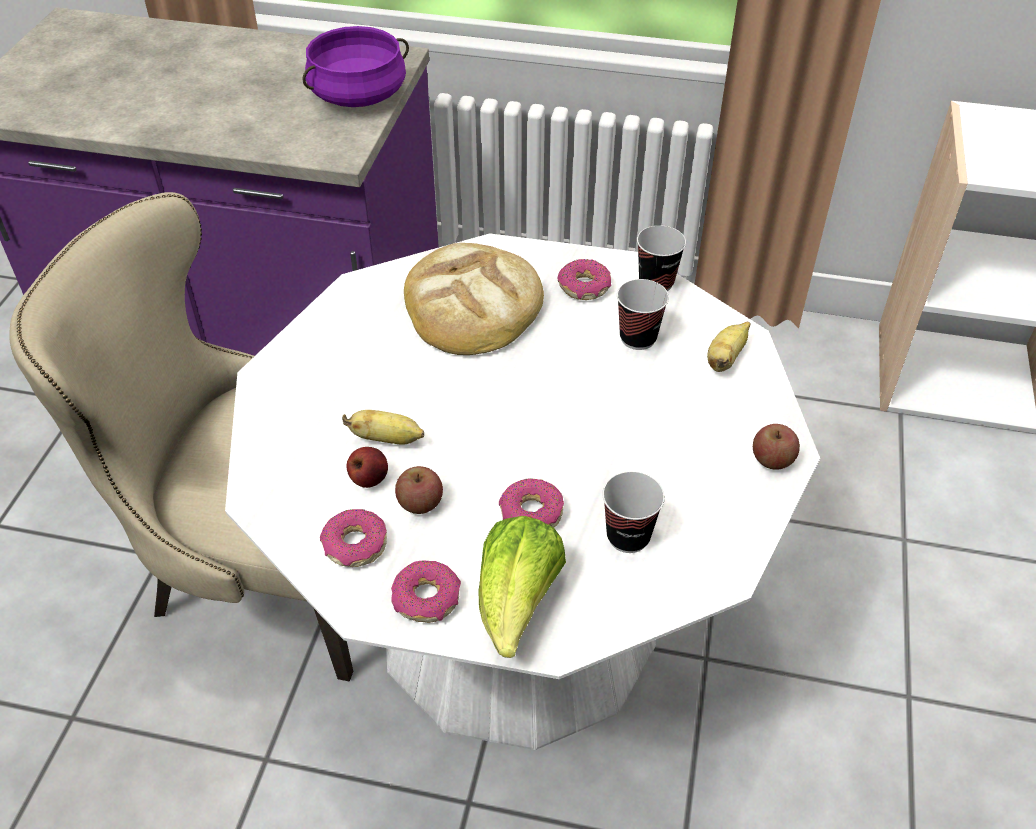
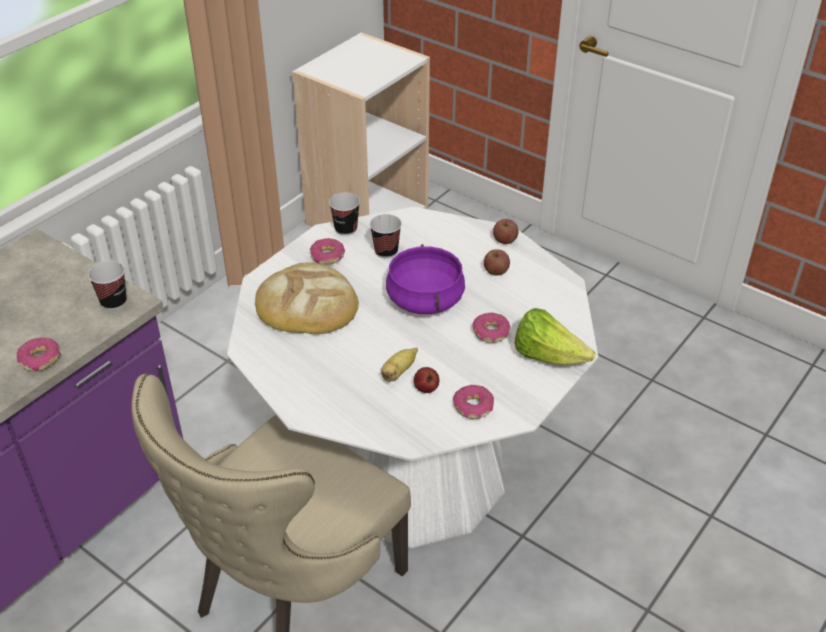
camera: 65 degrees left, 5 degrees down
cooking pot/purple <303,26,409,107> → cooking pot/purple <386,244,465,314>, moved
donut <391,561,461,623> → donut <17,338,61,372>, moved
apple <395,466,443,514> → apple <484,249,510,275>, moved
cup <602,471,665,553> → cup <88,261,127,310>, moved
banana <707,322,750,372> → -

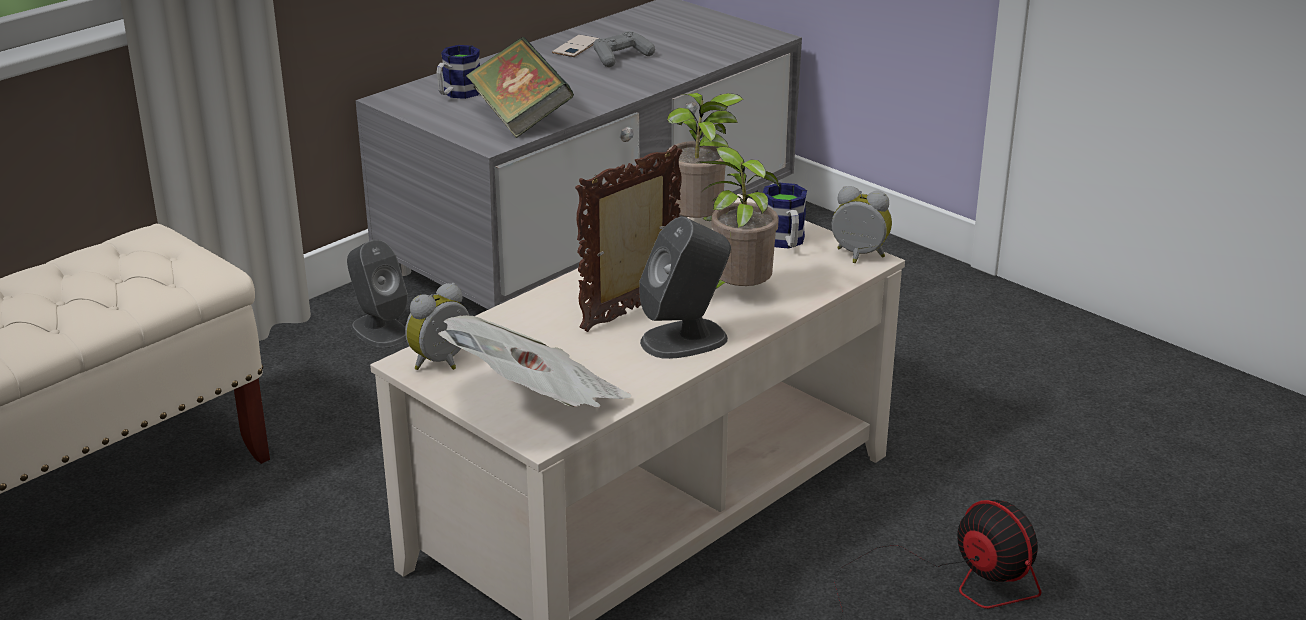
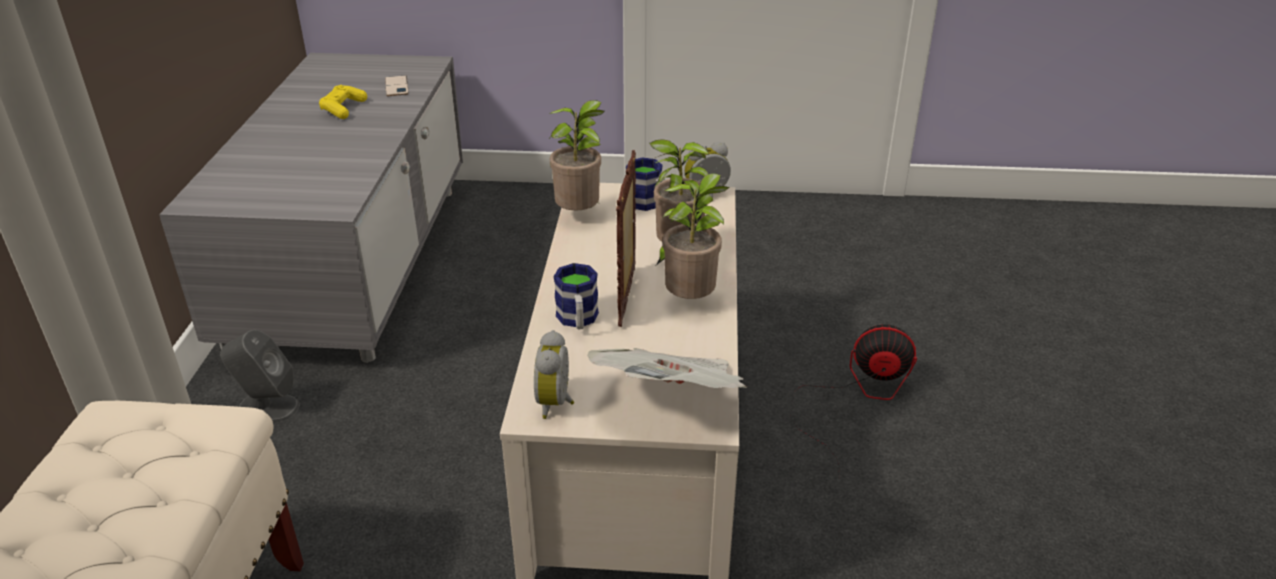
camera: 40 degrees left, 5 degrees up
mug <436,45,480,99> → mug <553,263,599,329>, moved
book <466,37,574,138> → -
phone <552,35,601,57> → phone <385,75,409,96>, moved
game controller/grey <593,31,655,67> → game controller/yellow <319,85,367,119>
speaker/grey <639,217,731,359> → potted plant <663,173,729,299>

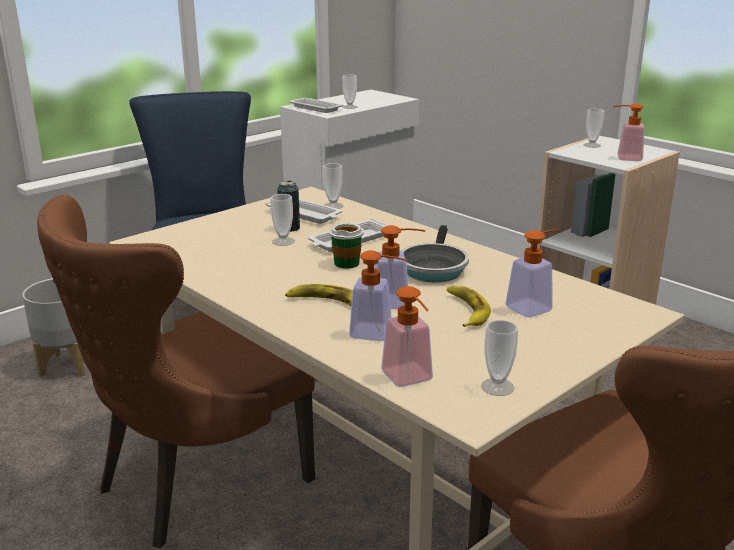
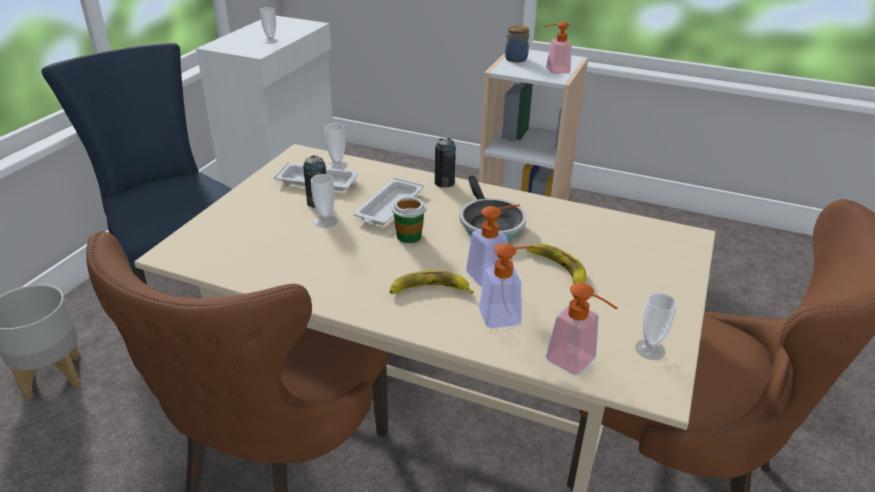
camera: 25 degrees left, 10 degrees up
tray/white <289,98,344,113> → -
soap dispenser <505,229,560,318> → -
cup <583,109,604,148> → jar <505,26,529,62>
- → can <435,138,456,188>

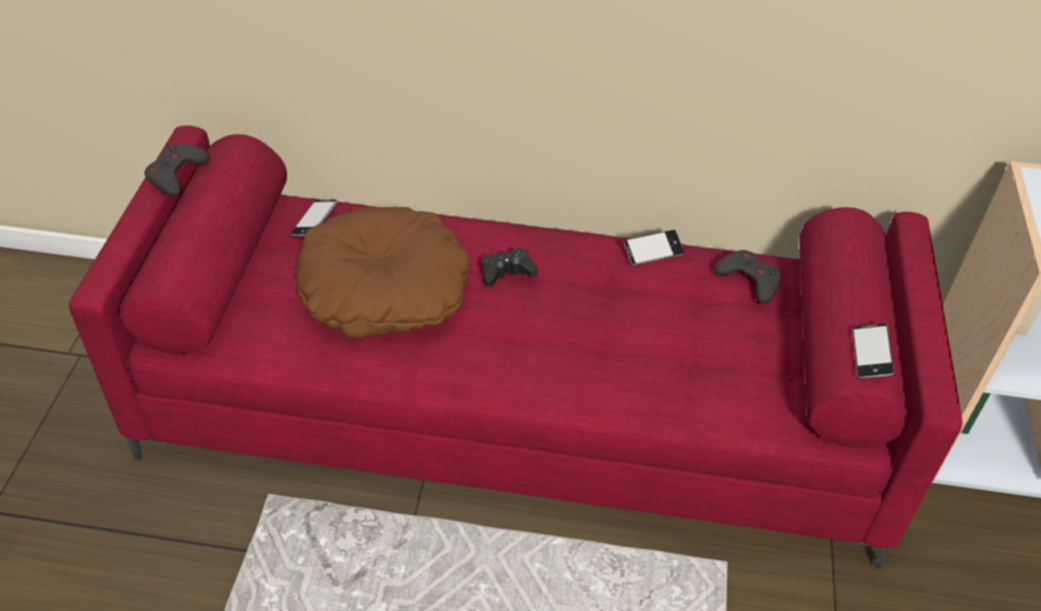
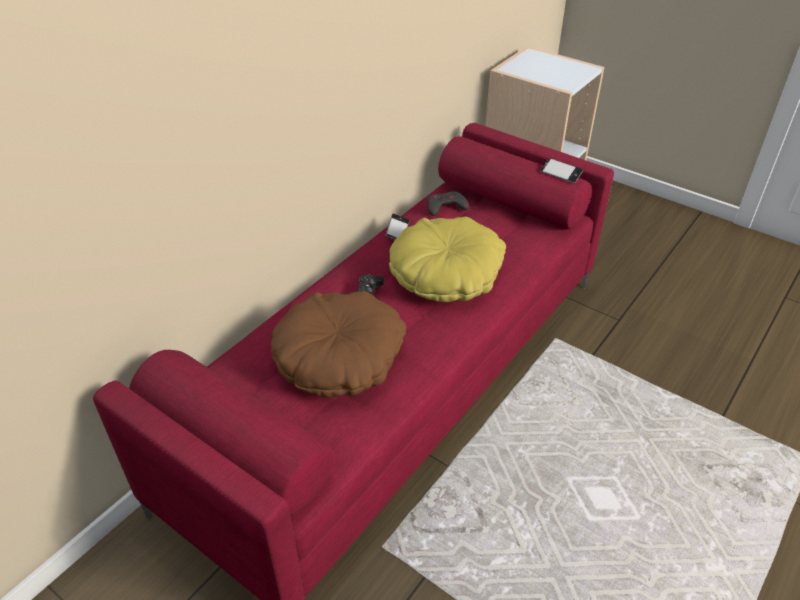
camera: 60 degrees left, 5 degrees down
game controller/grey <144,144,210,197> → -
phone <290,199,338,236> → -
- → pillow/yellow <389,217,506,302>

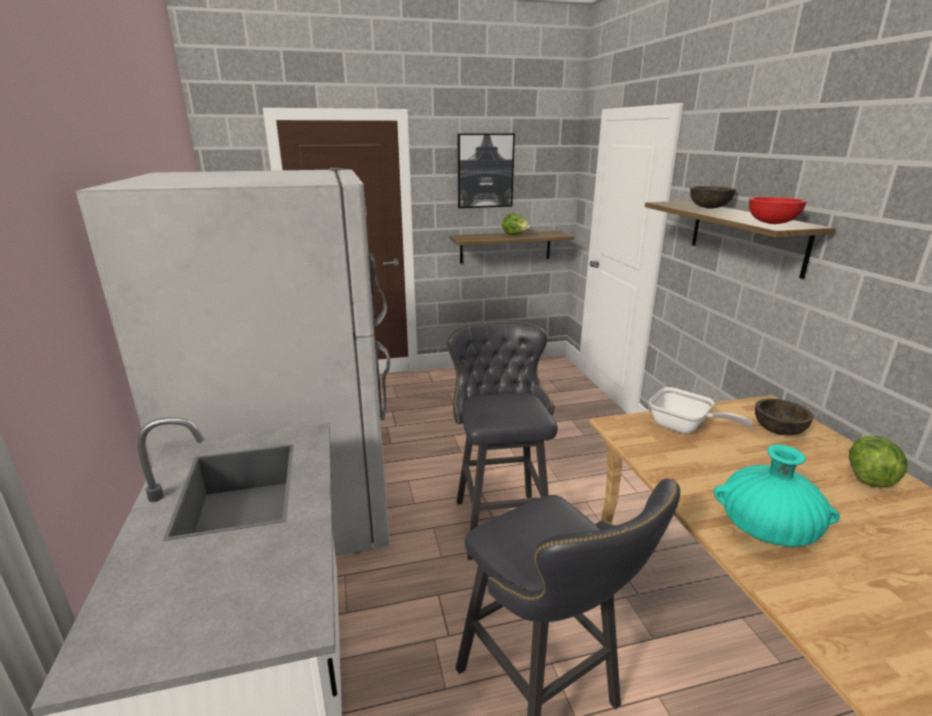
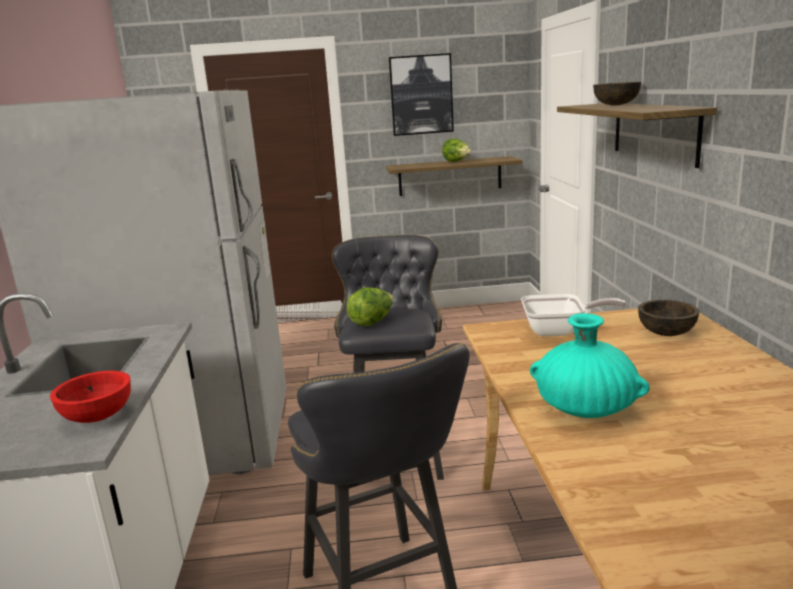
camera: 10 degrees right, 5 degrees down
frying pan <649,387,753,434> → frying pan <521,294,626,336>, 45 degrees counterclockwise
bowl/red <749,197,807,224> → bowl/red <50,371,131,423>, moved
lettuce <849,435,908,488> → lettuce <346,287,393,326>, moved

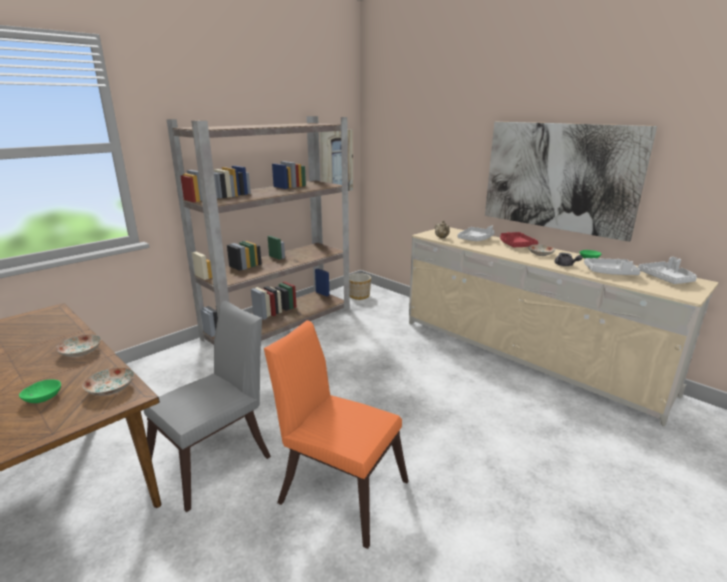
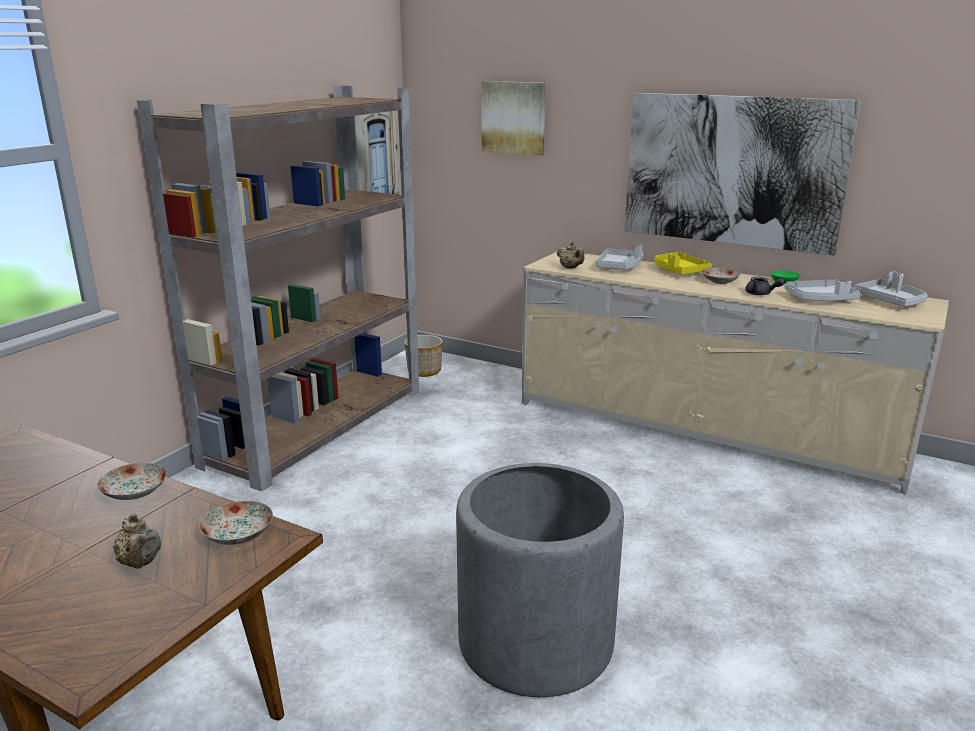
camera: 15 degrees left, 0 degrees up
bowl/green <19,379,61,403> → teapot/beige <113,513,161,569>
chair/grey <144,301,271,512> → -
chair/orange <264,320,408,549> → planter/grey <456,463,624,697>
tray/red <500,232,538,247> → tray/yellow <654,252,712,275>
- → picture <481,81,546,156>

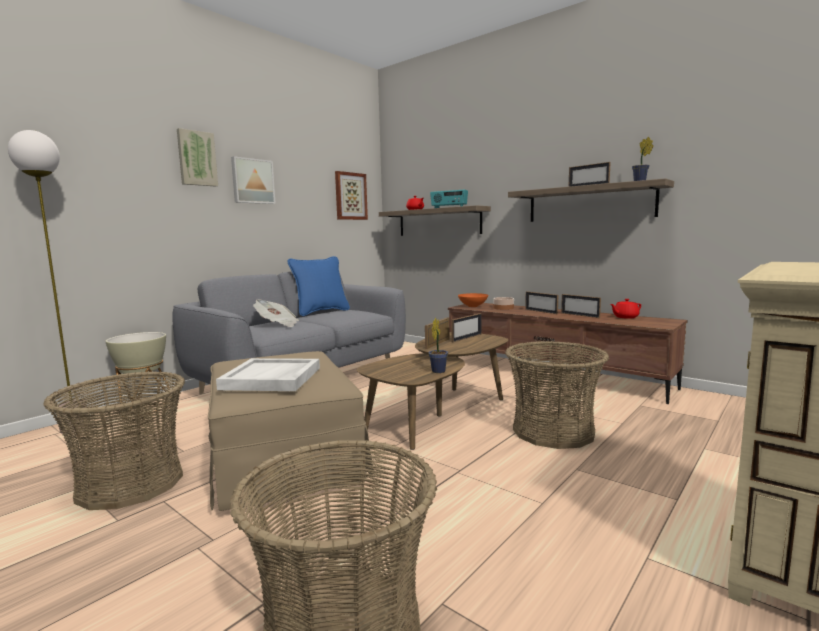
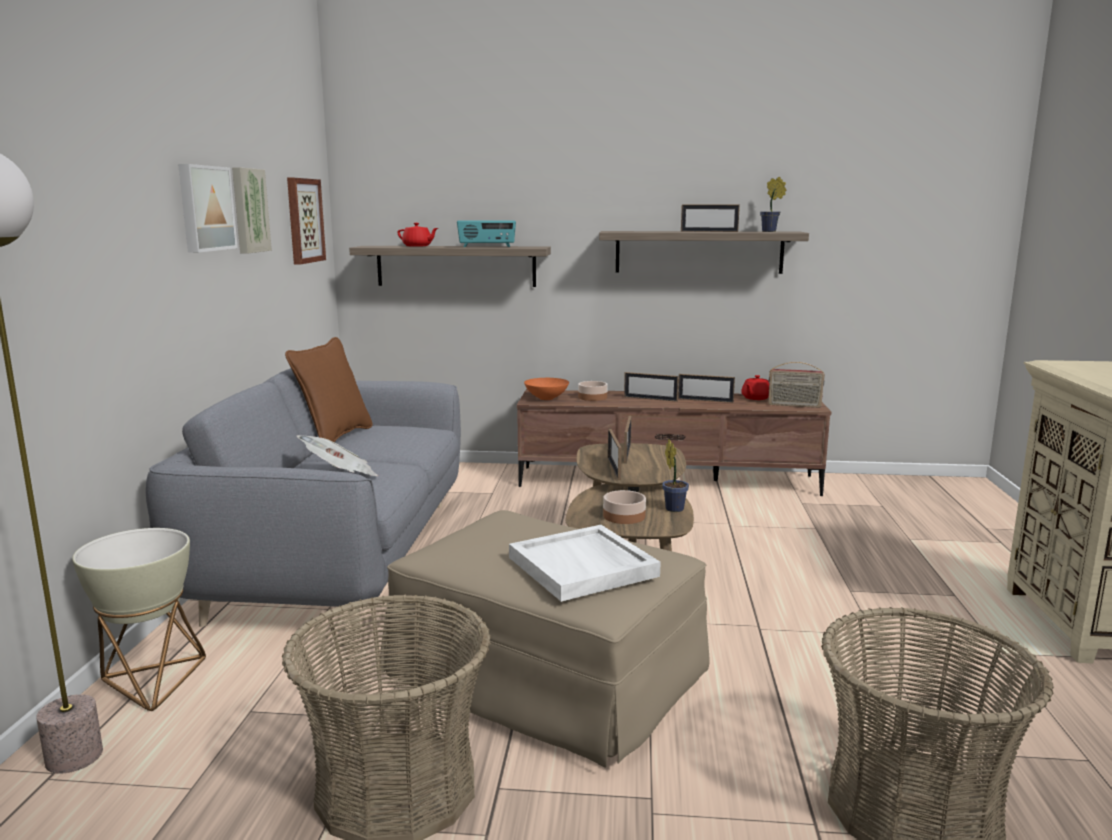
camera: 35 degrees left, 5 degrees up
picture <177,128,218,186> → picture <232,167,272,254>, moved
pillow/blue <287,256,350,316> → pillow/brown <285,337,372,442>
basket <505,341,609,449> → -
- → bowl <603,490,646,524>
- → radio <768,362,825,408>

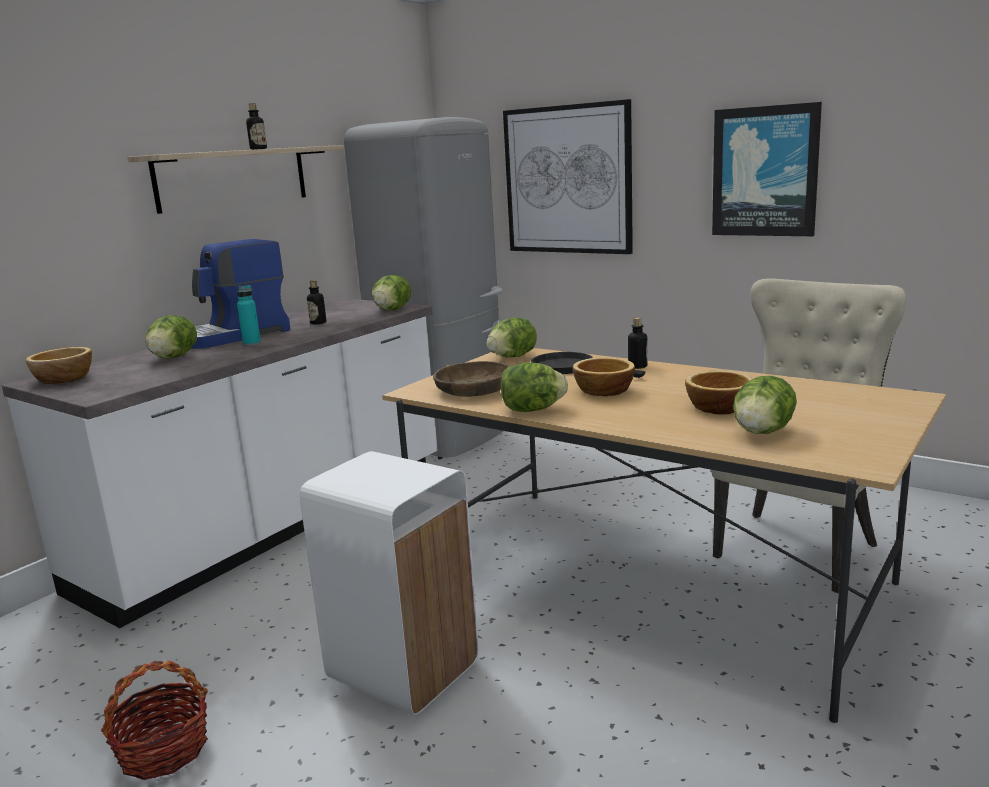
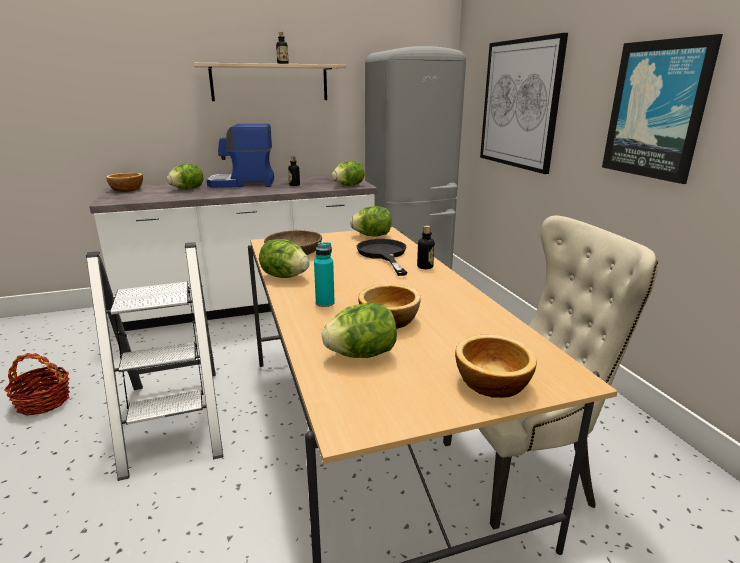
camera: 35 degrees right, 5 degrees up
bottle/turquoise <237,285,261,346> → bottle/turquoise <314,242,335,307>, moved
trash can/white <300,451,479,715> → step ladder/grey <86,242,223,481>
bowl <573,357,635,396> → bowl <455,335,537,398>, moved

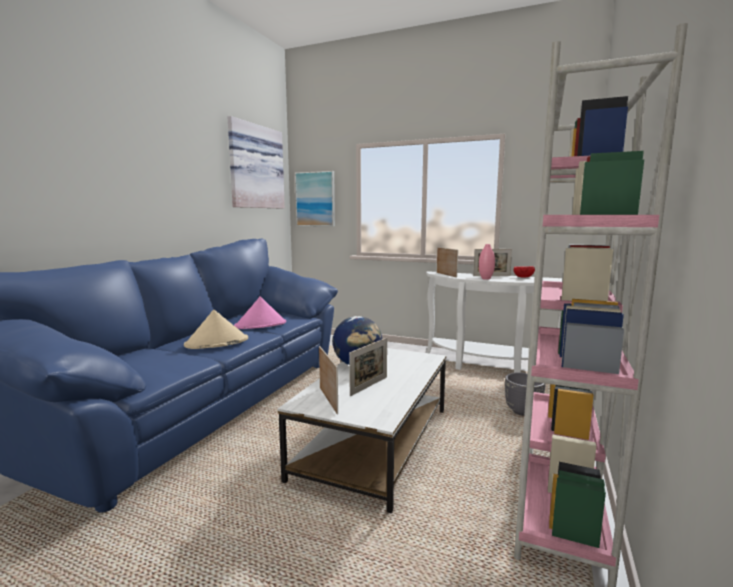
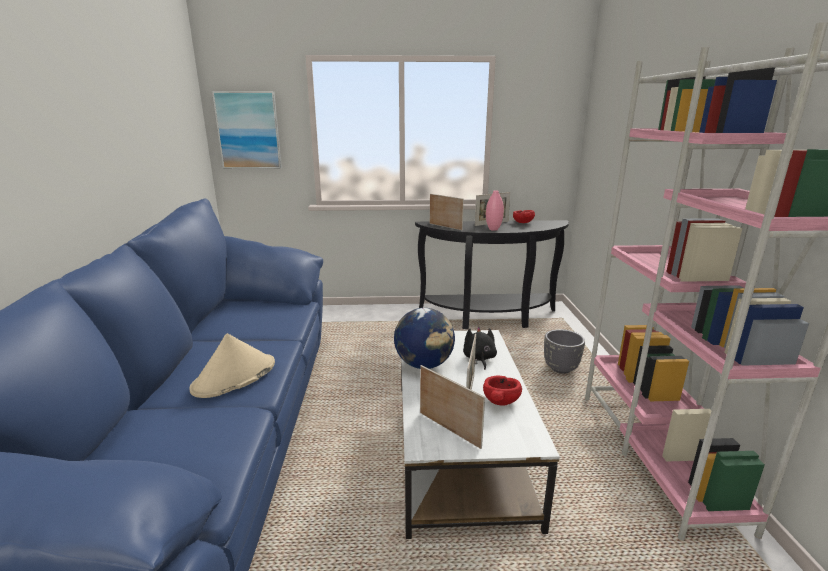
camera: 25 degrees left, 10 degrees up
picture <228,116,285,209> → -
hat/pink <234,296,286,329> → -
console table/white <427,271,563,373> → console table/black <415,220,569,329>
- → plush toy/black <463,327,497,370>
- → bowl/red <483,376,522,406>

